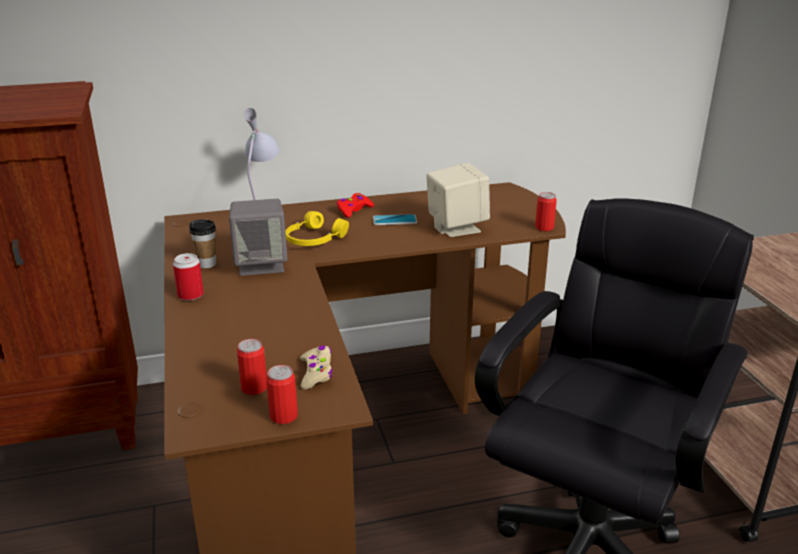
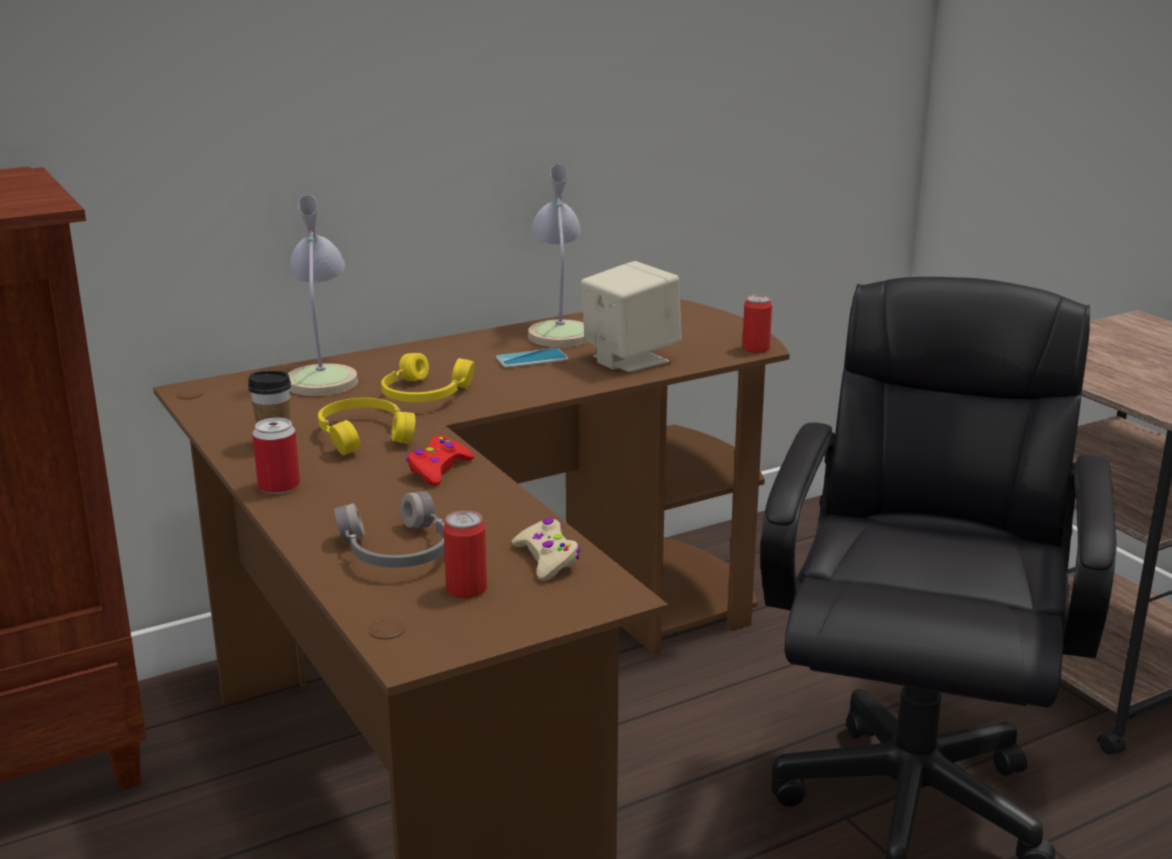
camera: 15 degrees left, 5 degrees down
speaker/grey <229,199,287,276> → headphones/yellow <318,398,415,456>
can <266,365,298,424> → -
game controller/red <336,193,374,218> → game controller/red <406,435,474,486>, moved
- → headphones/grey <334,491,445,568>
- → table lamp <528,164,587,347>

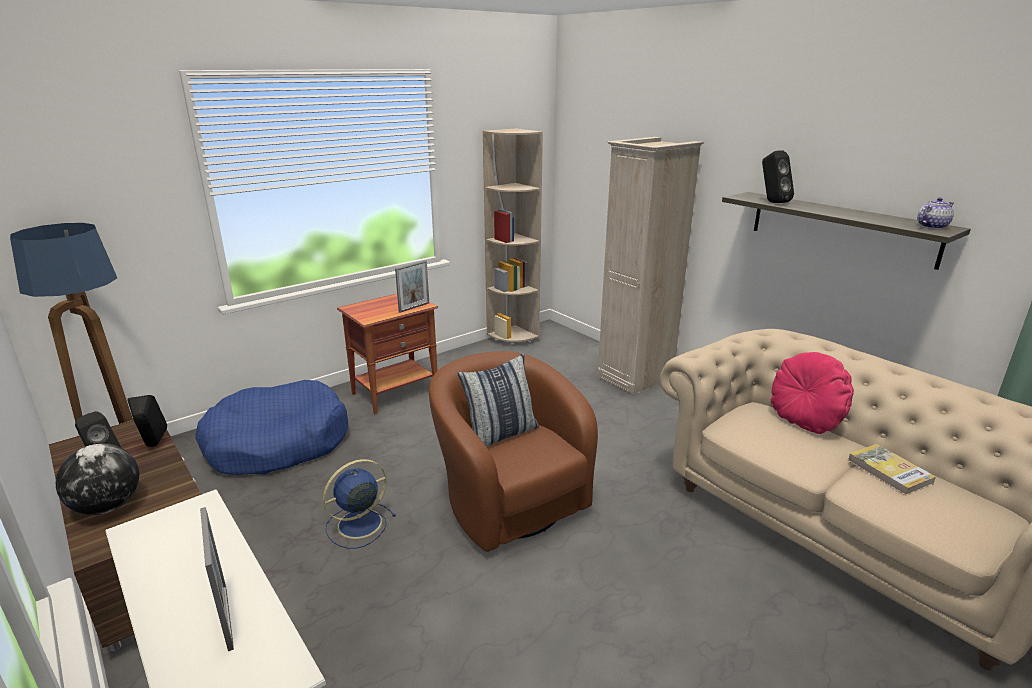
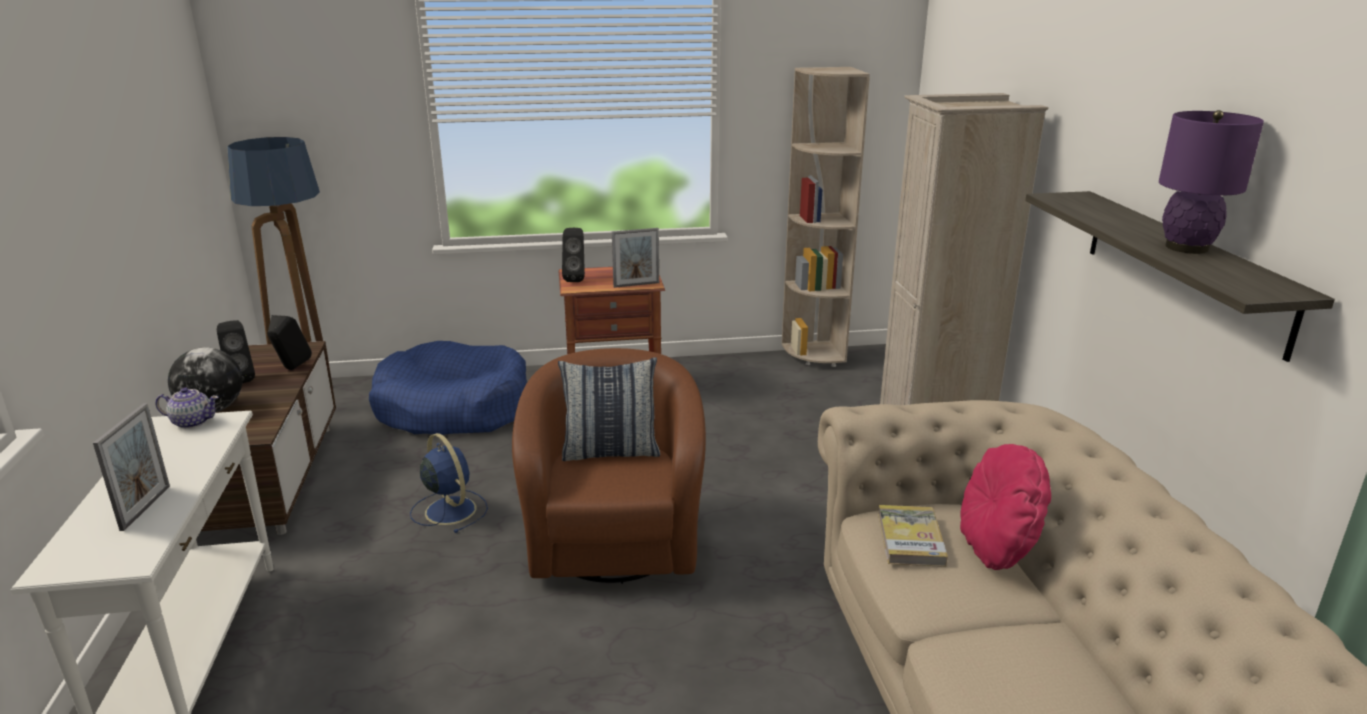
camera: 30 degrees right, 0 degrees up
fan/blue <323,459,396,549> → fan/blue <410,433,488,533>, 60 degrees clockwise
speaker/black <762,151,794,203> → speaker/black <562,228,585,282>, moved
book <848,444,936,495> → book <878,505,948,567>, moved
teapot <917,197,954,229> → teapot <156,387,219,429>, moved
- → table lamp/purple <1159,110,1264,254>

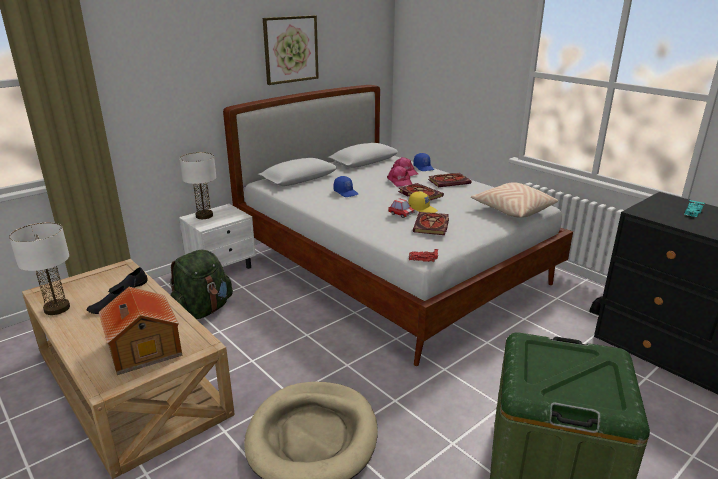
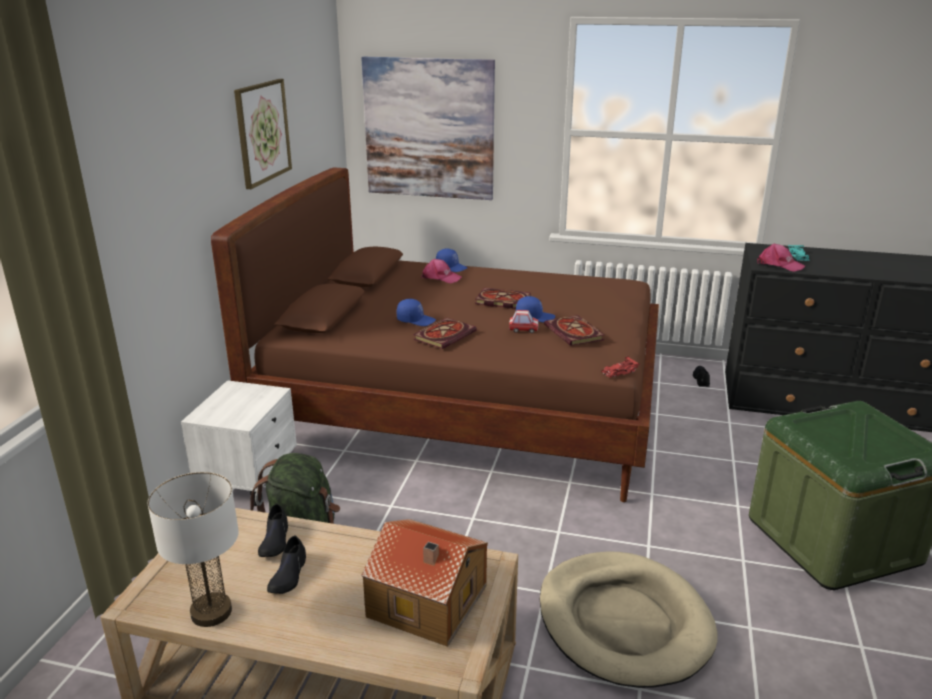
camera: 35 degrees left, 0 degrees up
table lamp <179,152,216,219> → -
bed/white <223,85,573,366> → bed/brown <211,167,659,502>
cap/pink <387,166,412,187> → cap/pink <757,244,805,272>, moved
cap/yellow <408,192,438,213> → cap/blue <516,296,555,323>
book <428,173,471,187> → book <413,318,477,349>, moved
pillow/beige <471,182,558,218> → -
- → picture <361,57,495,200>

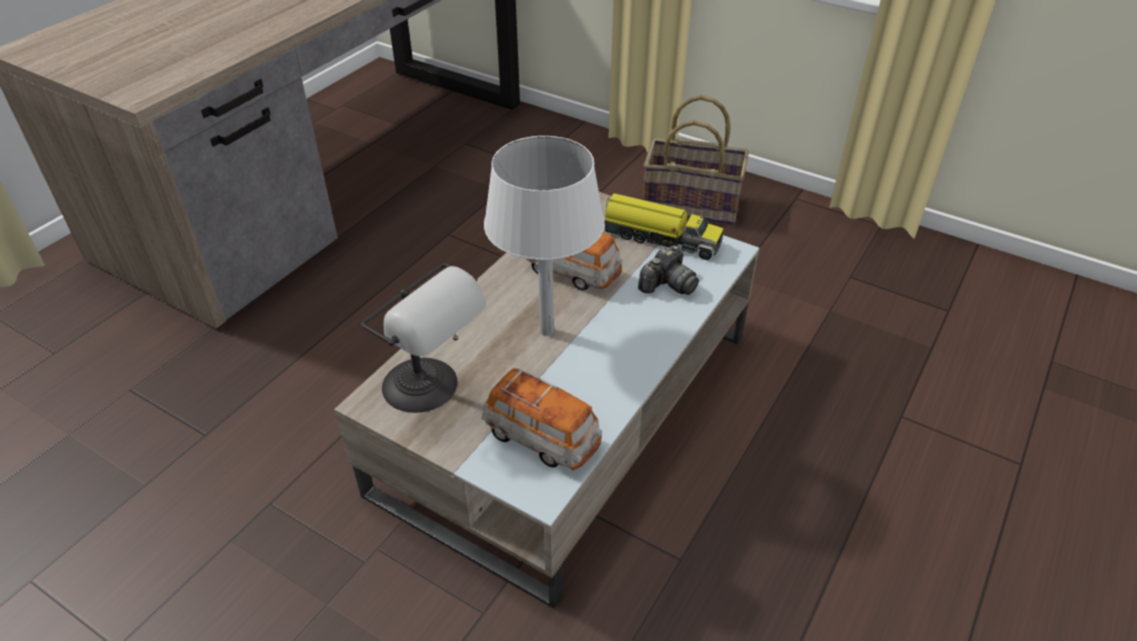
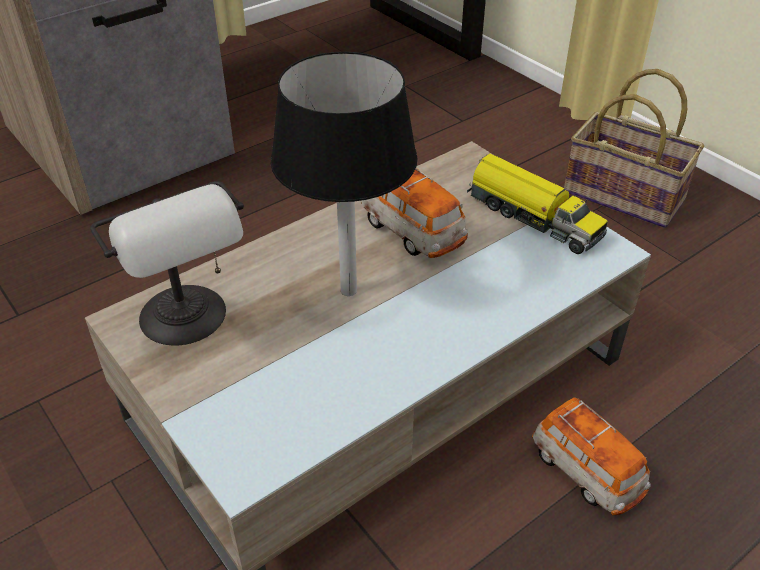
camera: 20 degrees right, 0 degrees up
toy car <482,368,602,470> → toy car <532,397,651,516>, moved
table lamp/white <484,136,605,336> → table lamp/black <271,52,418,296>
photo camera <638,245,699,295> → -

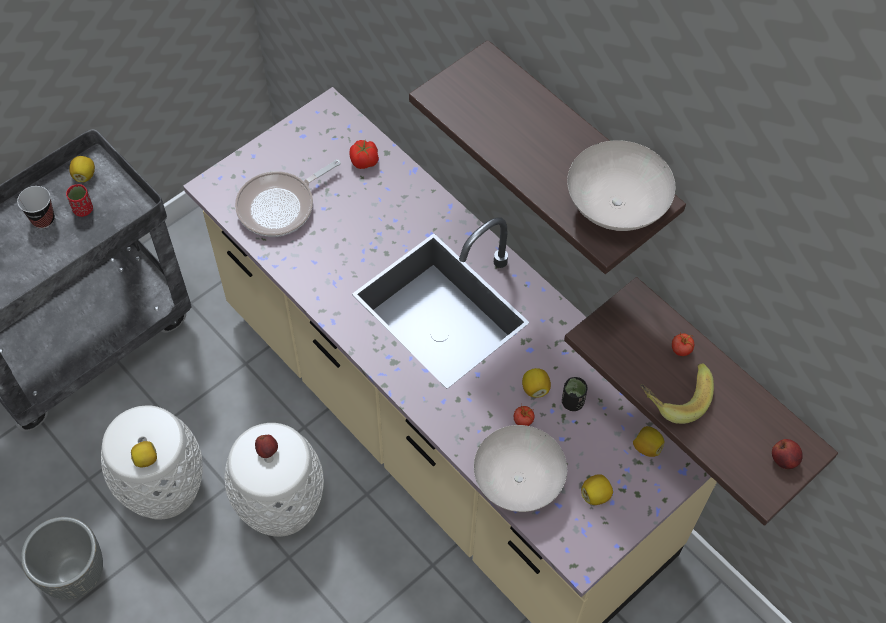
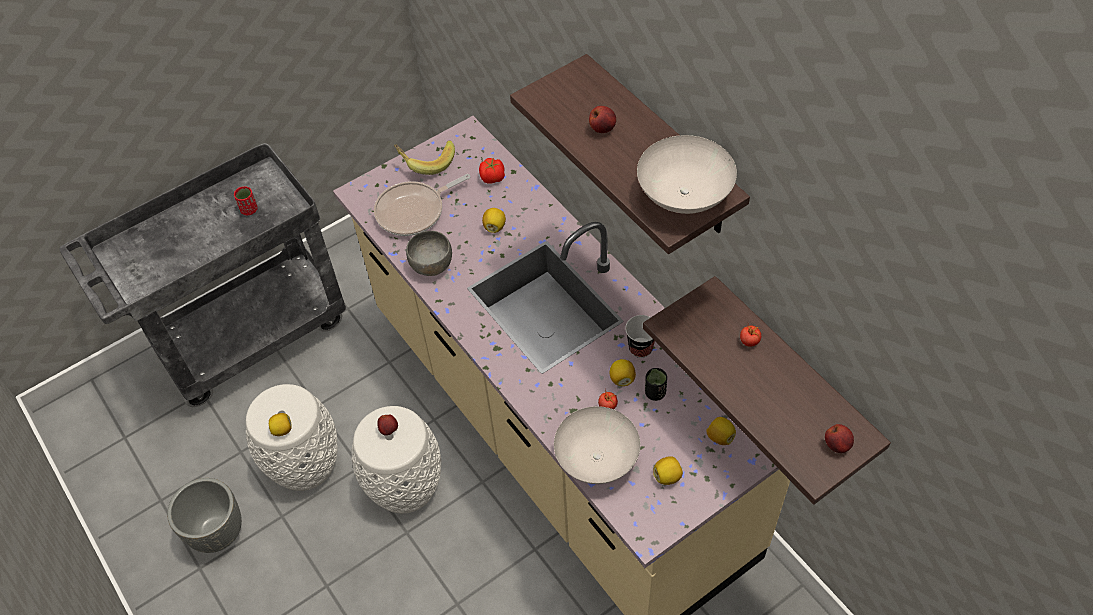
camera: 10 degrees right, 5 degrees down
cup <17,186,55,229> → cup <625,315,655,358>, moved
lemon <69,156,95,182> → lemon <482,208,506,233>, moved
banana <640,363,714,424> → banana <394,140,455,175>, moved
- → bowl/grey <406,231,452,276>
- → apple <589,106,616,133>

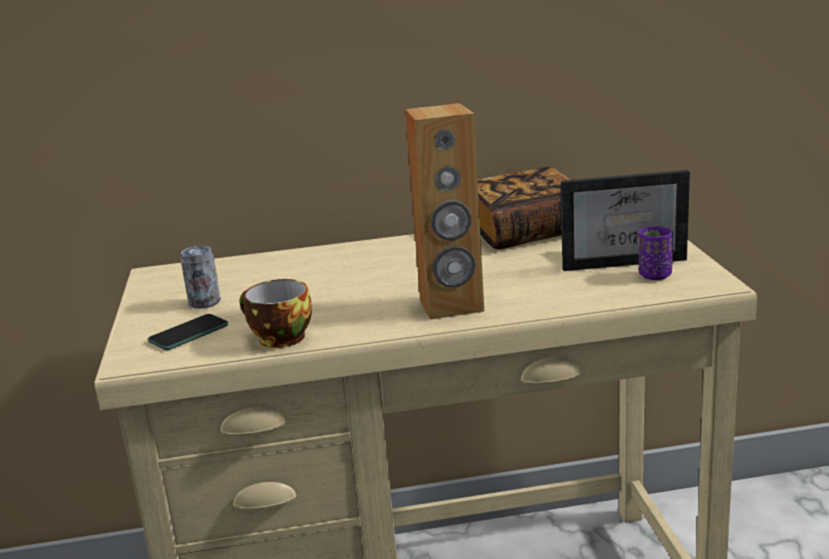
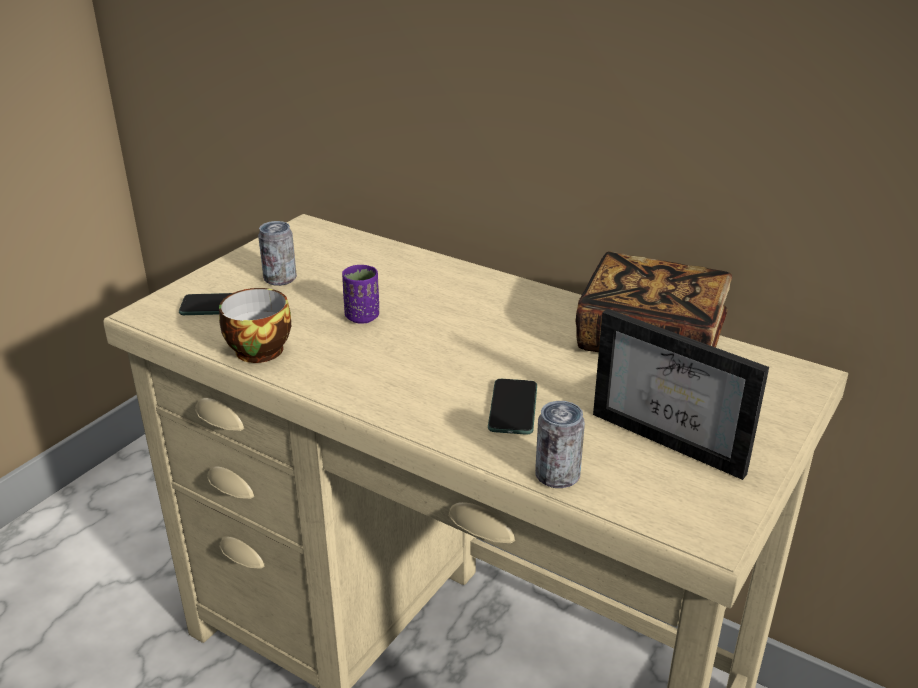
camera: 40 degrees right, 10 degrees up
speaker/brown <405,103,484,320> → -
cup/purple <639,226,673,280> → cup/purple <342,265,379,324>, moved
- → phone <488,379,537,435>
- → can <535,401,585,488>

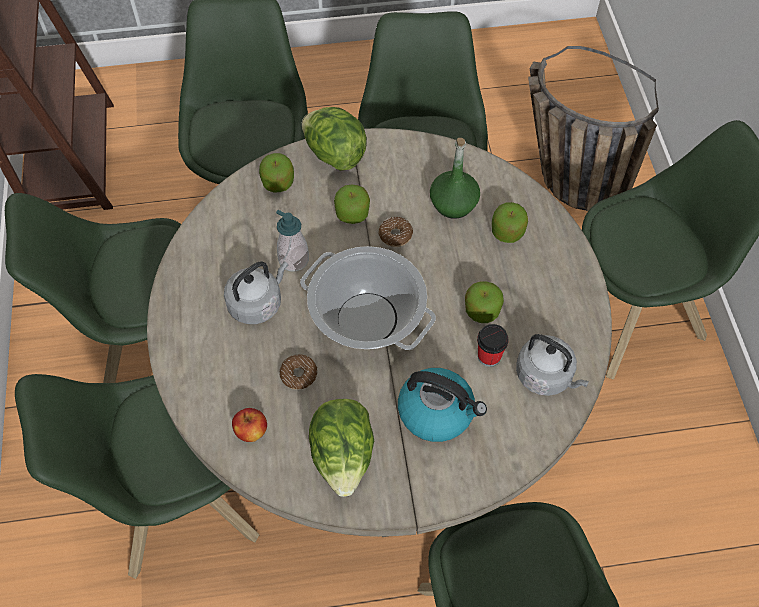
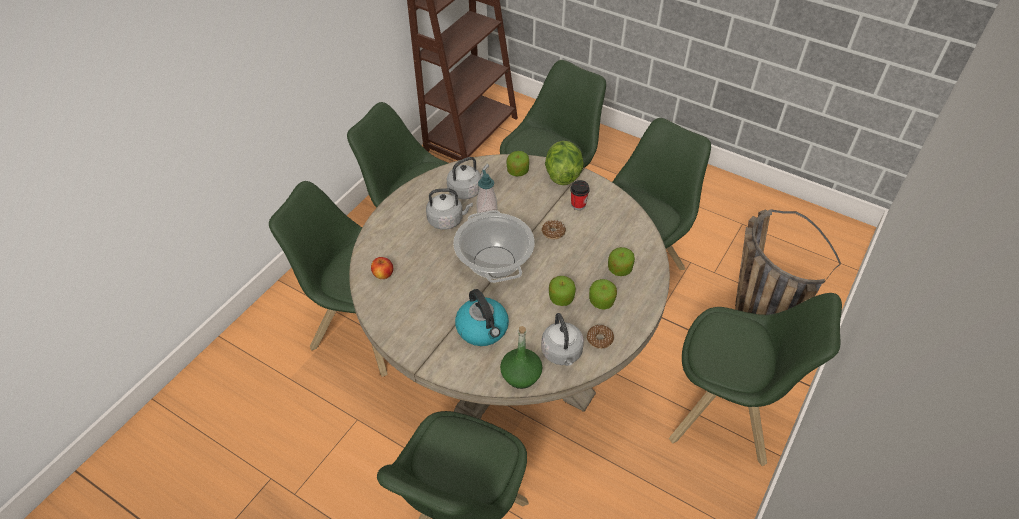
camera: 40 degrees right, 10 degrees down
donut <279,354,317,390> → donut <587,325,614,349>, moved
lettuce <309,399,374,497> → -
apple <334,184,370,224> → apple <589,279,617,310>, moved
bottle/green <430,138,480,219> → bottle/green <500,326,542,389>, moved
cup <477,324,508,367> → cup <570,180,590,210>, moved
- → kettle/grey <447,157,489,199>

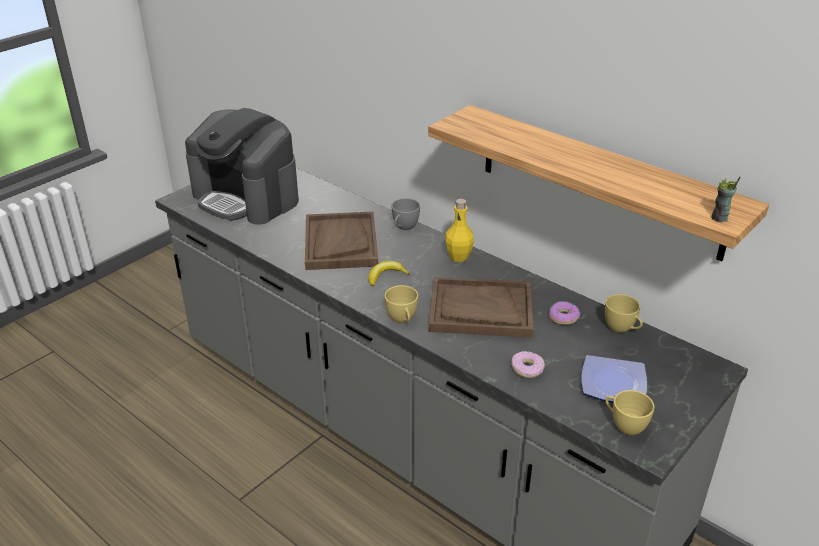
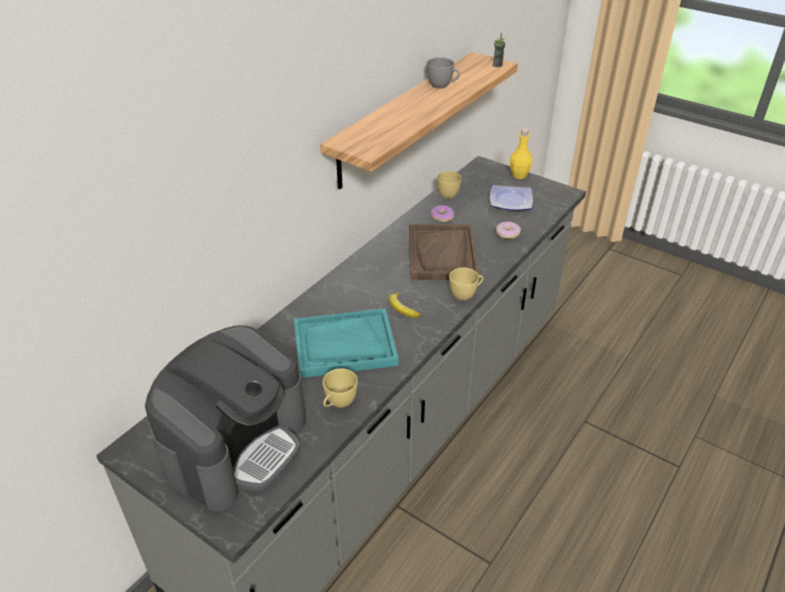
camera: 95 degrees left, 5 degrees up
tray/brown <305,212,378,270> → tray/turquoise <294,308,399,378>
cup/grey <392,198,420,230> → cup/grey <427,57,460,88>, moved
bottle/yellow <445,199,474,262> → bottle/yellow <510,128,532,179>, moved
cup/yellow <606,390,654,435> → cup/yellow <323,368,358,408>, moved

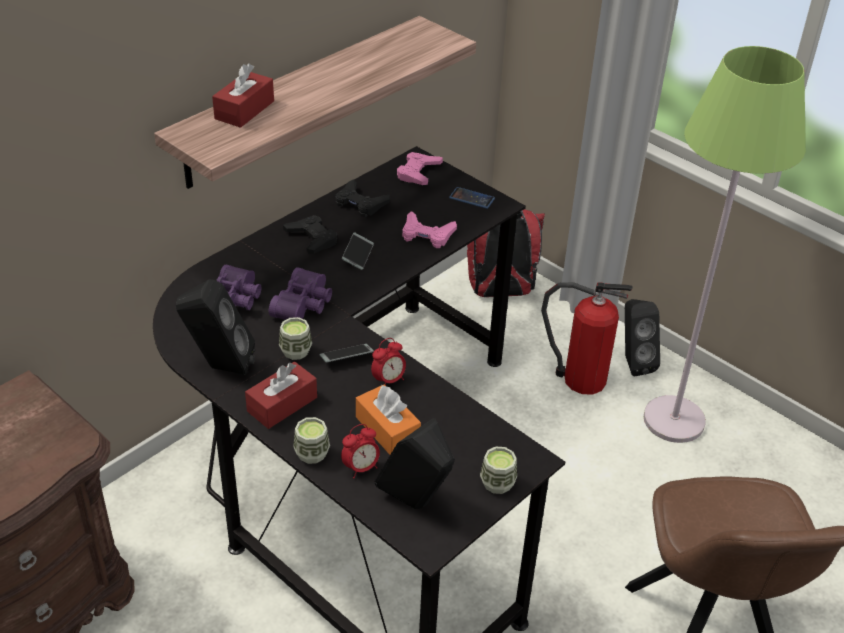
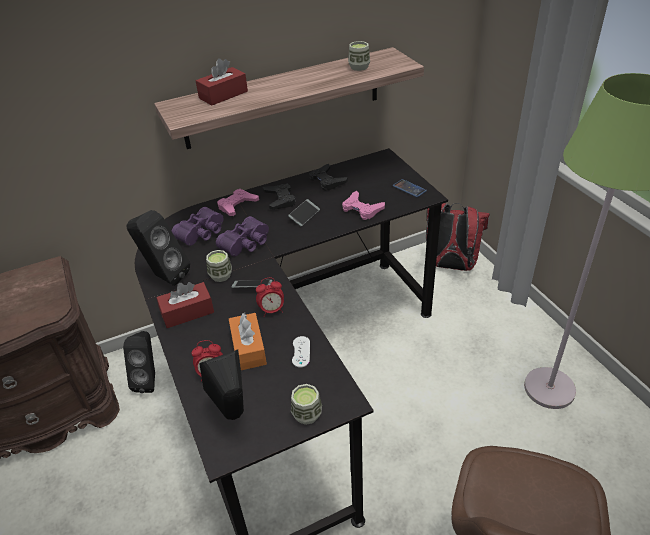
camera: 25 degrees right, 0 degrees up
cup <293,417,330,464> → cup <348,41,370,71>, moved
game controller/pink <397,152,443,185> → game controller/pink <217,189,259,216>, moved
fire extinguisher <541,282,633,395> → -
speaker/black <625,299,660,376> → speaker/black <123,331,155,393>, moved
- → game controller/white <292,336,310,368>

